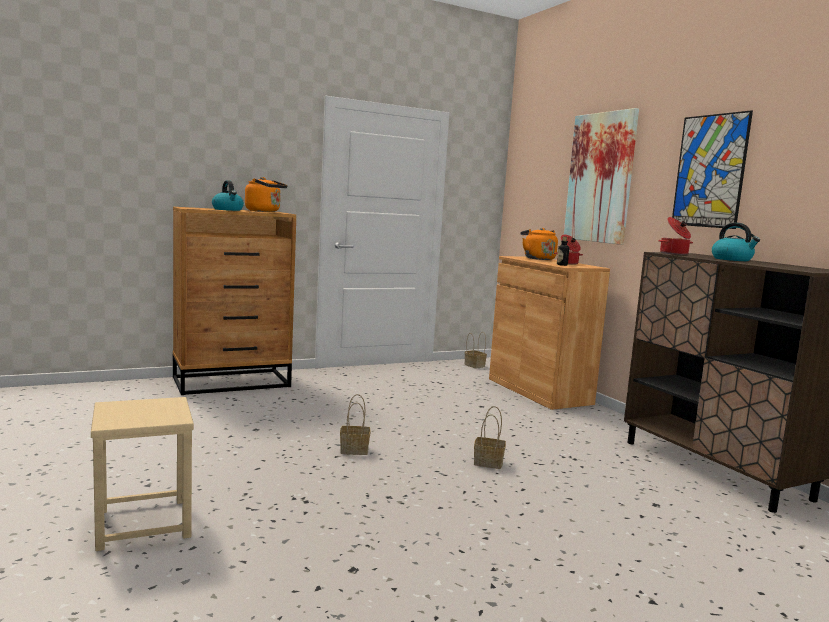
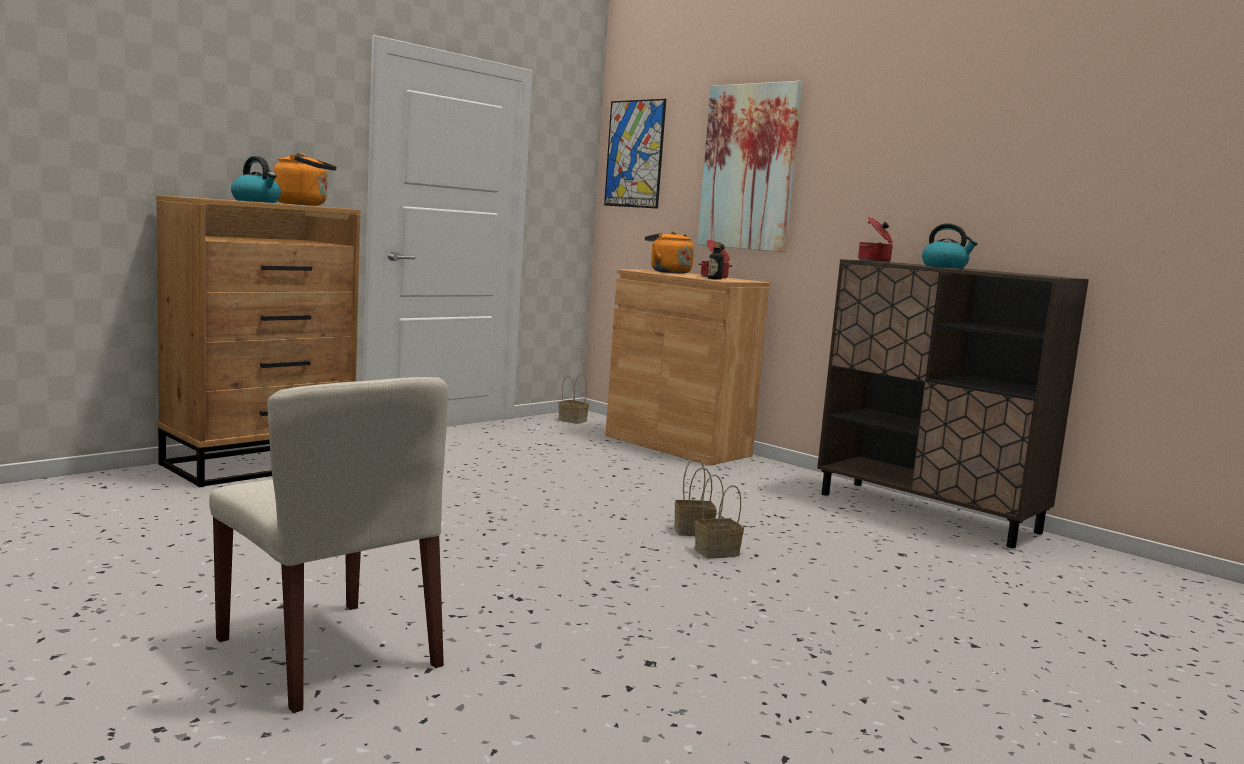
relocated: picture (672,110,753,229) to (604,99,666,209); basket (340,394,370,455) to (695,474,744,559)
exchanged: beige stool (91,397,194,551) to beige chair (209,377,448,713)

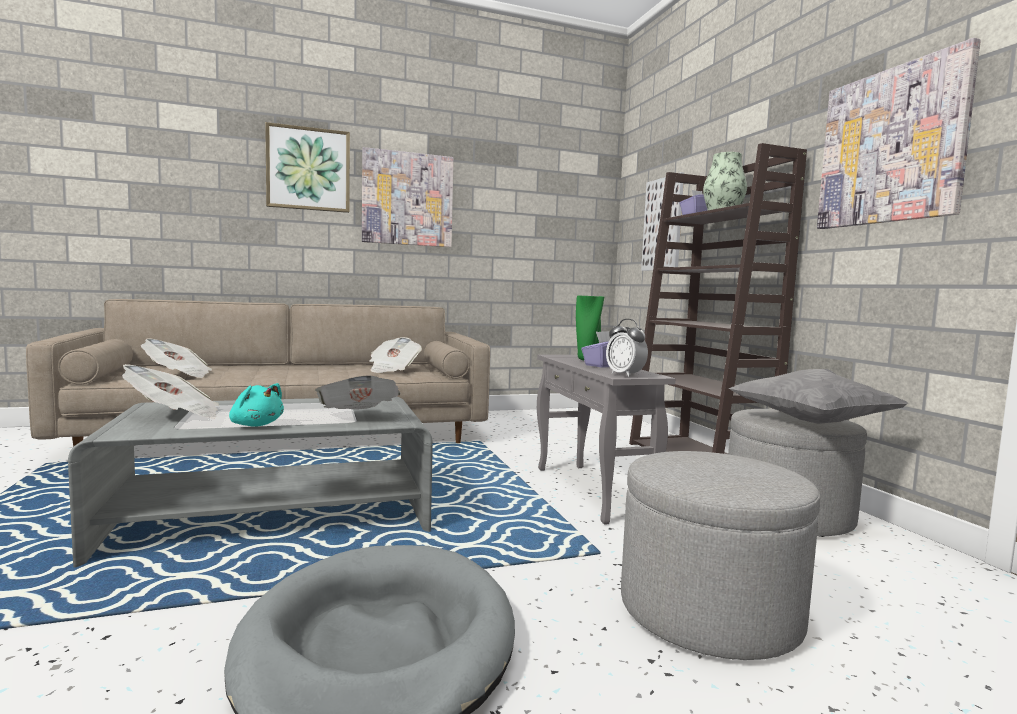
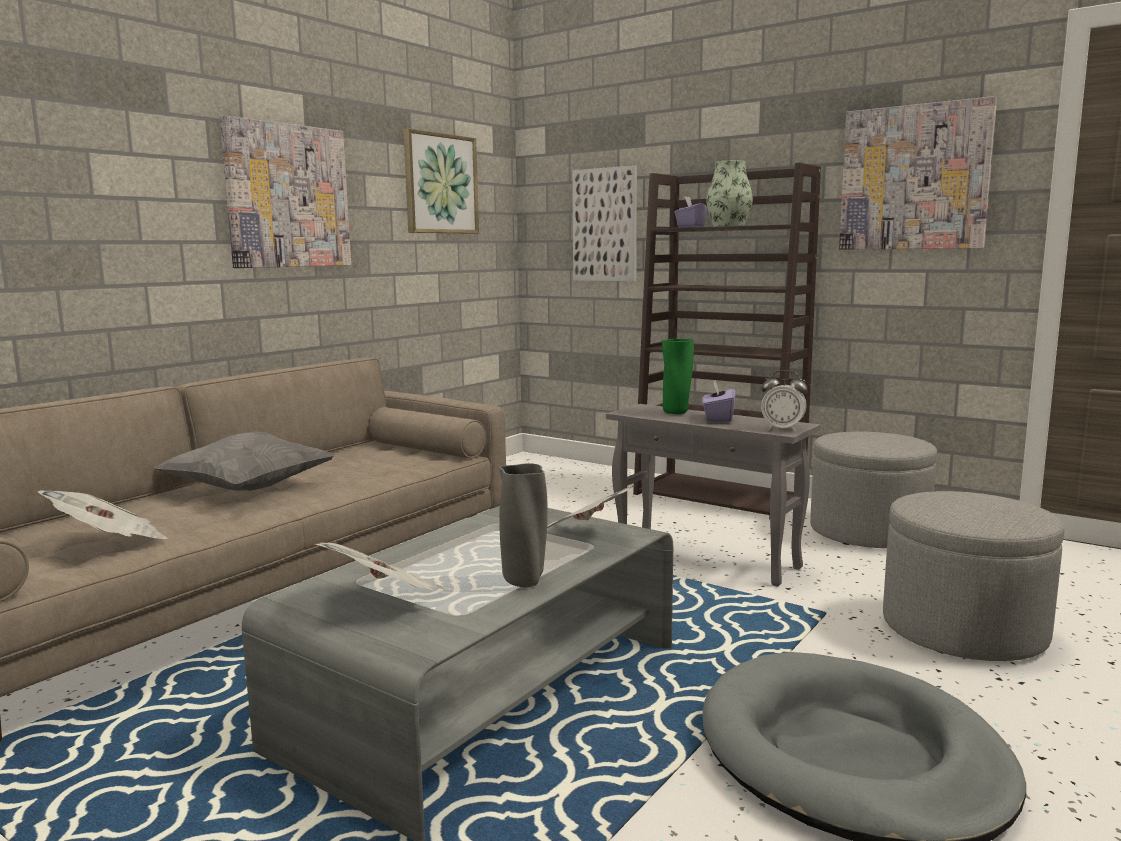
missing: newspaper (369,337,422,373)
relocated: picture (265,122,350,213) to (403,129,479,234); grey pillow (728,369,908,424) to (154,431,335,491)
exchanged: turquoise plush toy (229,383,284,427) to grey vase (499,463,548,587)

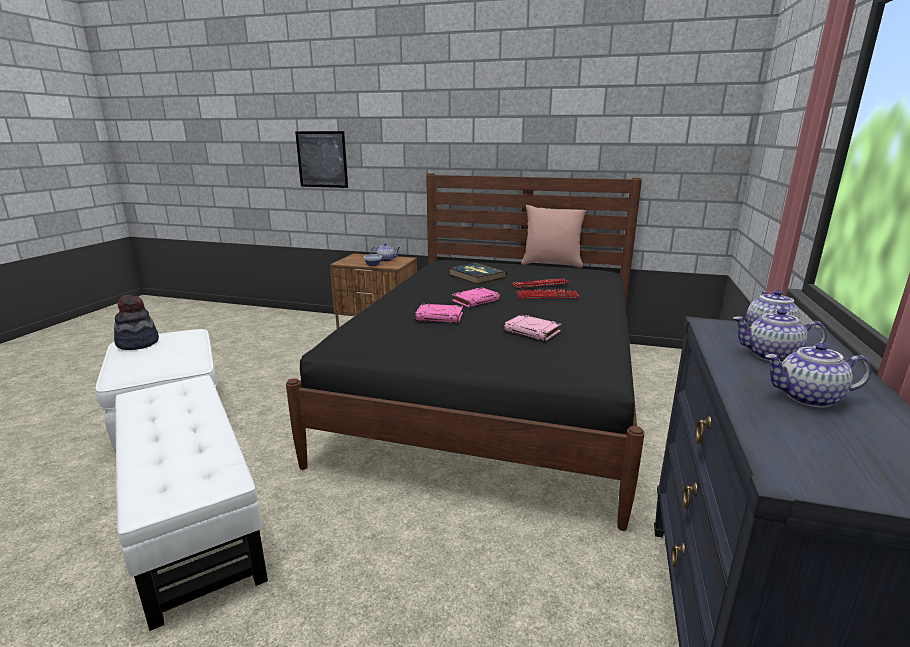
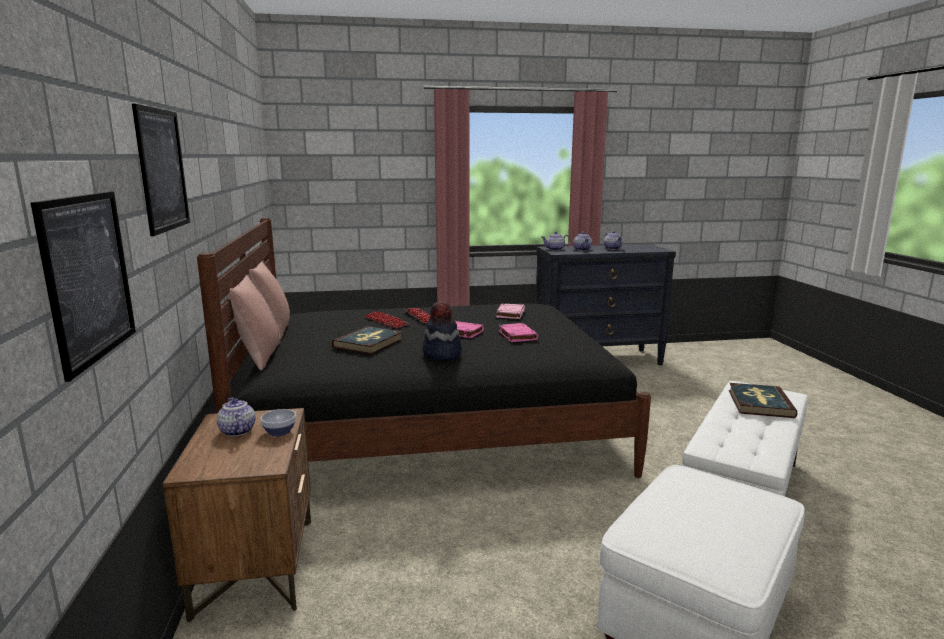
appeared: picture (132,103,190,236); pink pillow (227,275,280,371); book (729,383,797,418)
relocated: hat (114,294,159,350) to (423,301,462,360)

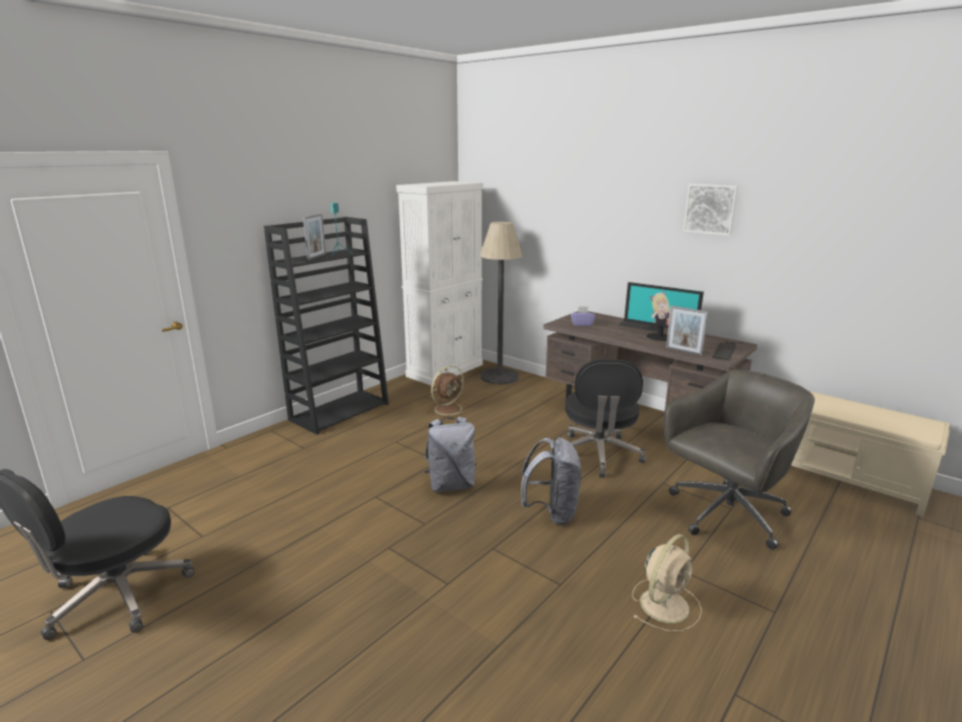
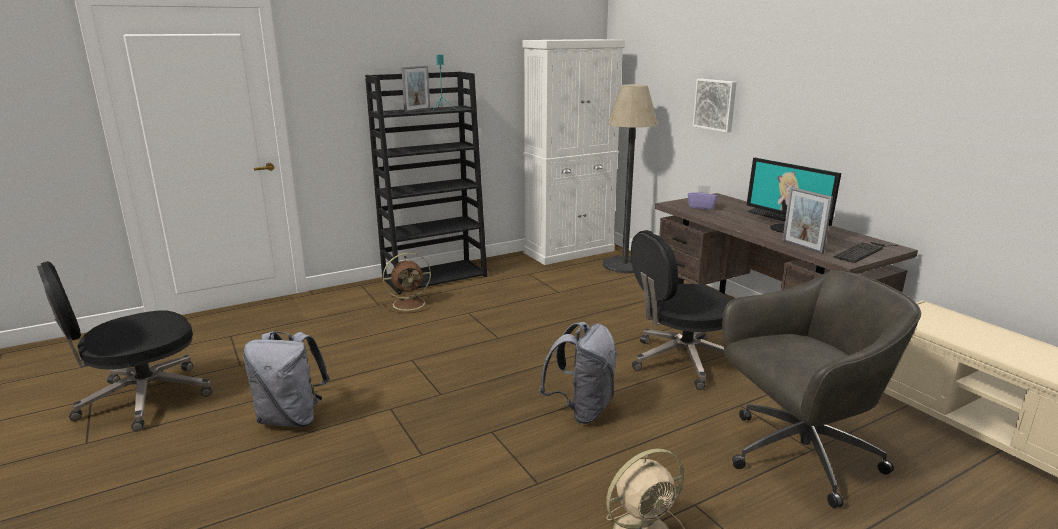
relocated: picture (683,184,739,236) to (693,79,737,133); brown fan (427,366,469,418) to (383,253,434,313); grey backpack (425,416,476,492) to (243,331,329,427)
spun: black office chair (565,359,646,478) = (631,230,733,390) 45 degrees clockwise

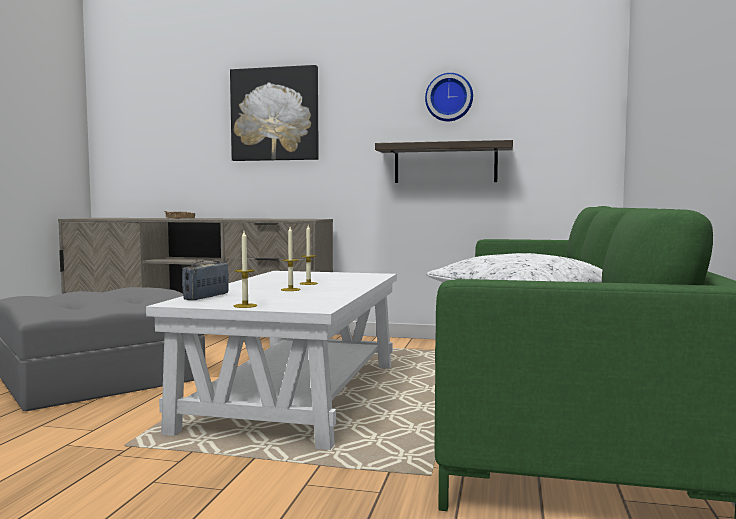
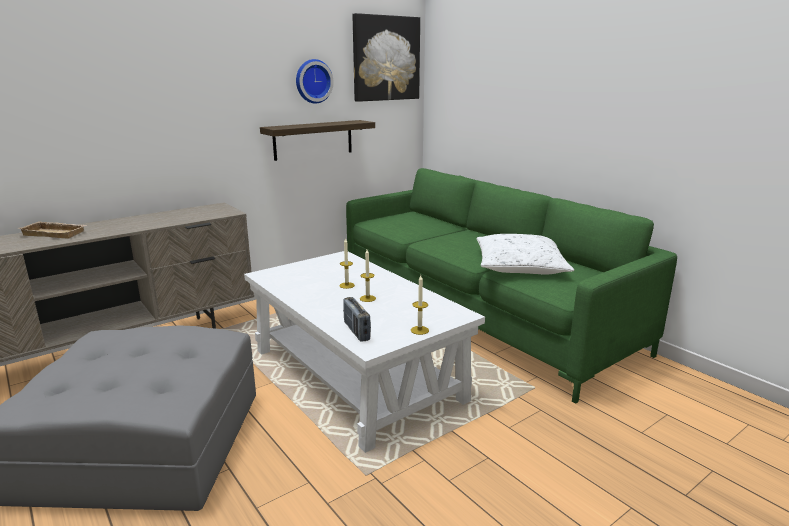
relocated: picture (230,65,319,161) to (353,13,420,102)

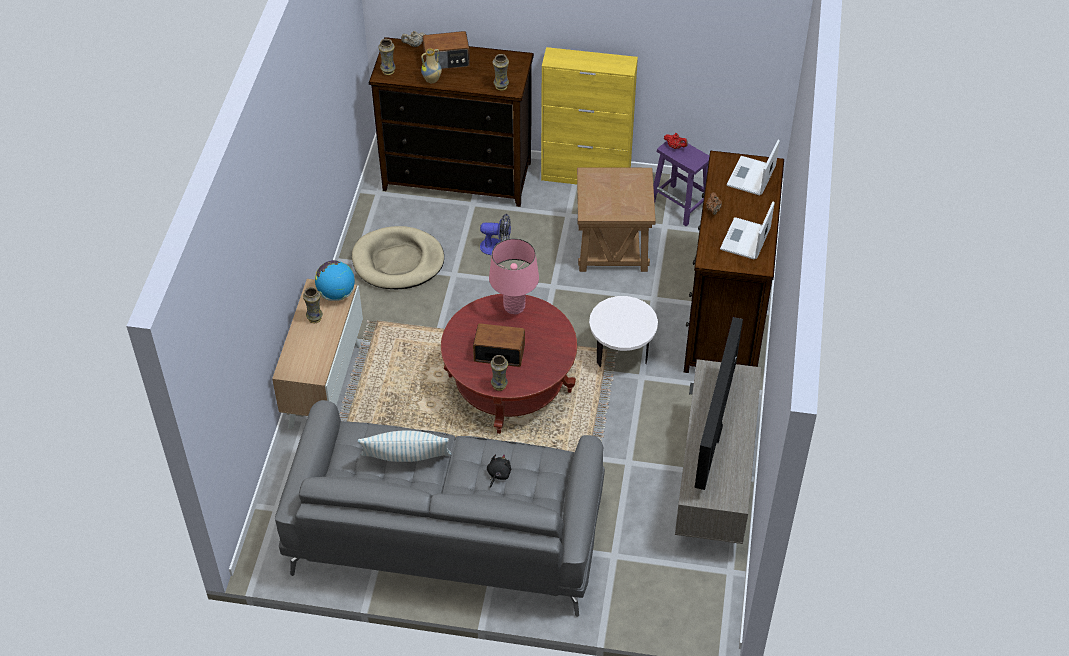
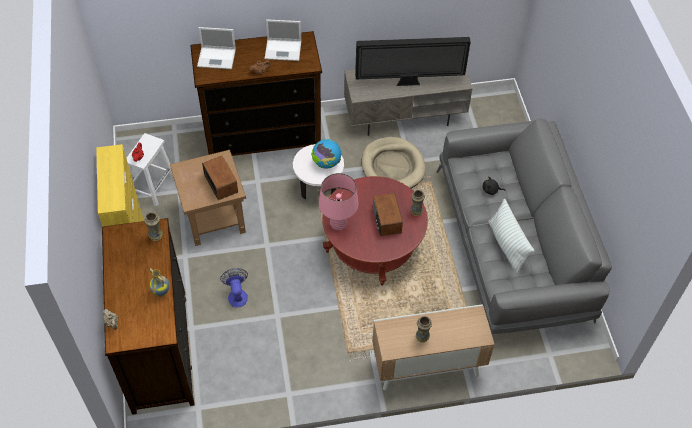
missing: vase (379,39,396,75)
relocated: radio (423,31,470,70) to (202,156,238,200); beige dog bed (352,226,444,289) to (362,137,426,189); globe (315,260,355,301) to (311,139,341,169)
colour: purple stool (653,141,709,226) to white stool (127,133,174,206)

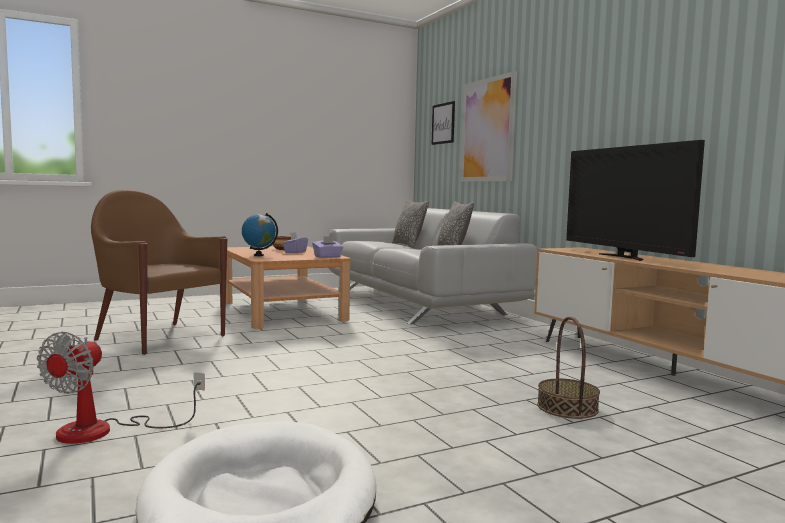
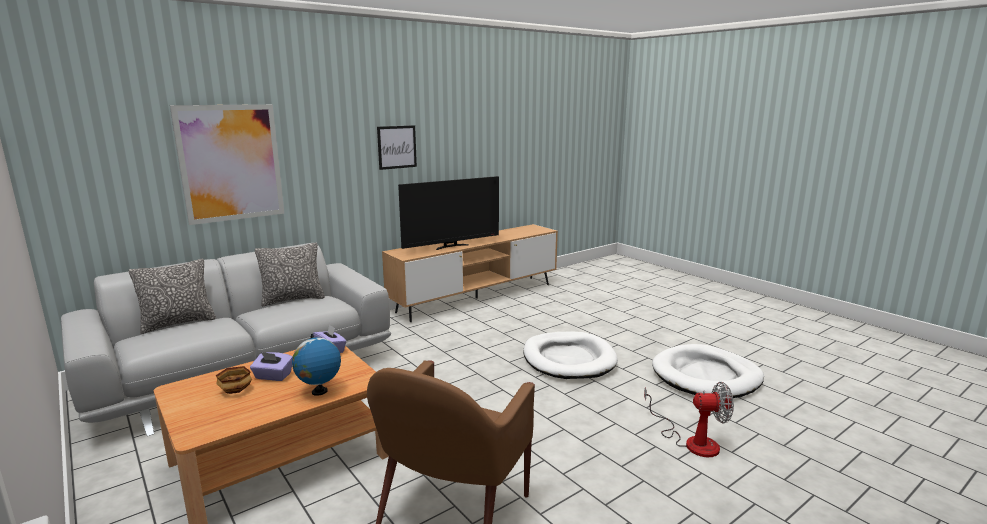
missing: basket (537,316,600,419)
appeared: white dog bed (523,332,618,379)
relocated: picture (431,101,455,145) to (377,125,417,170)

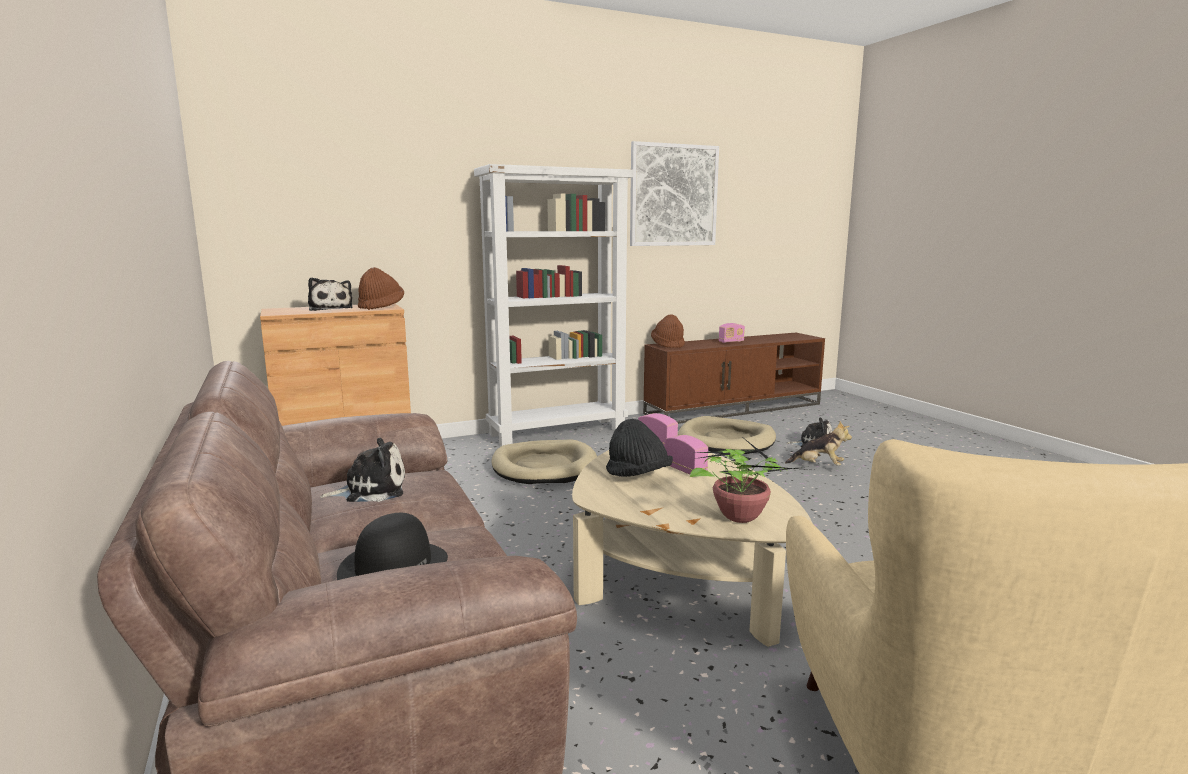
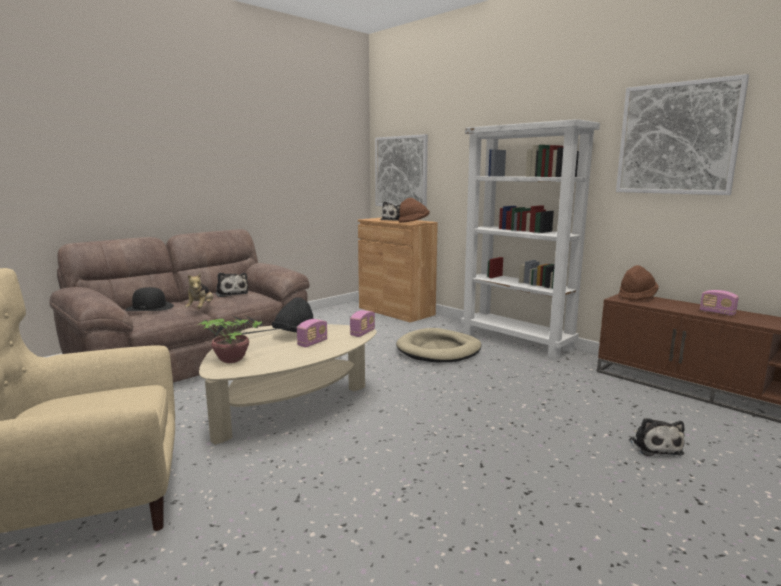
missing: beige dog bed (678,416,776,454)
appeared: picture (375,134,428,208)
relocated: plush toy (785,421,852,466) to (185,273,213,308)

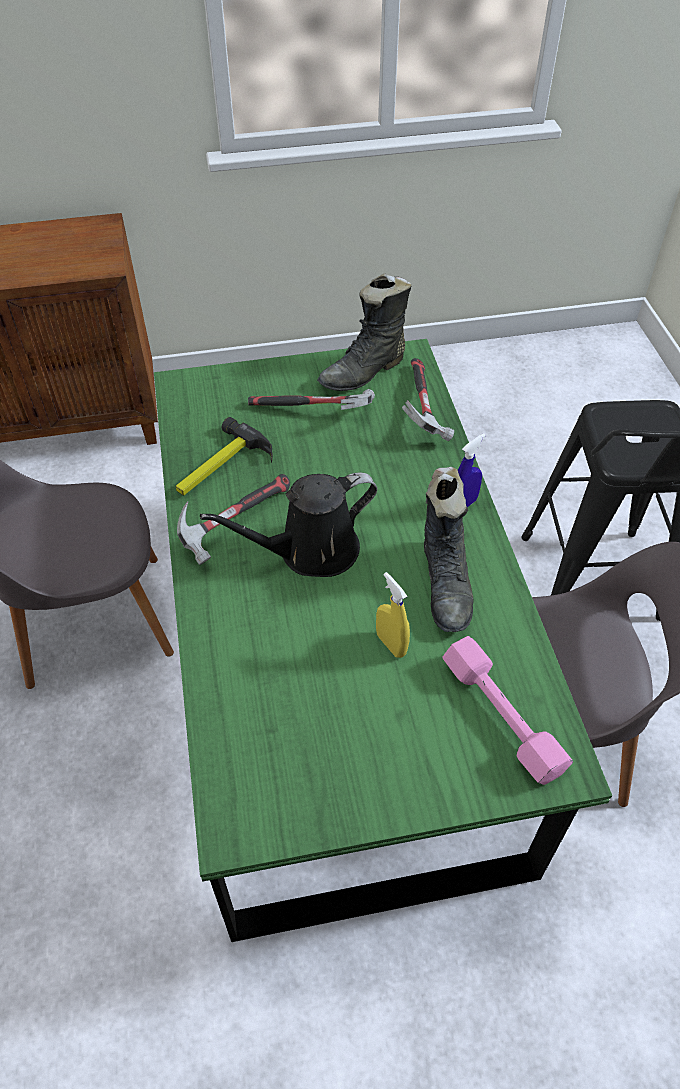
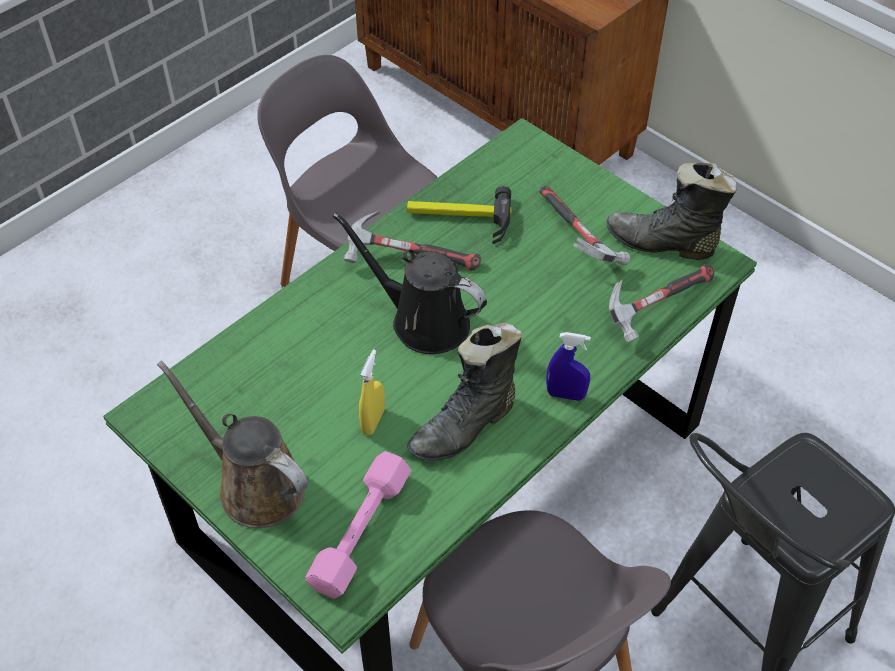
appeared: brown watering can (157,360,308,528)

